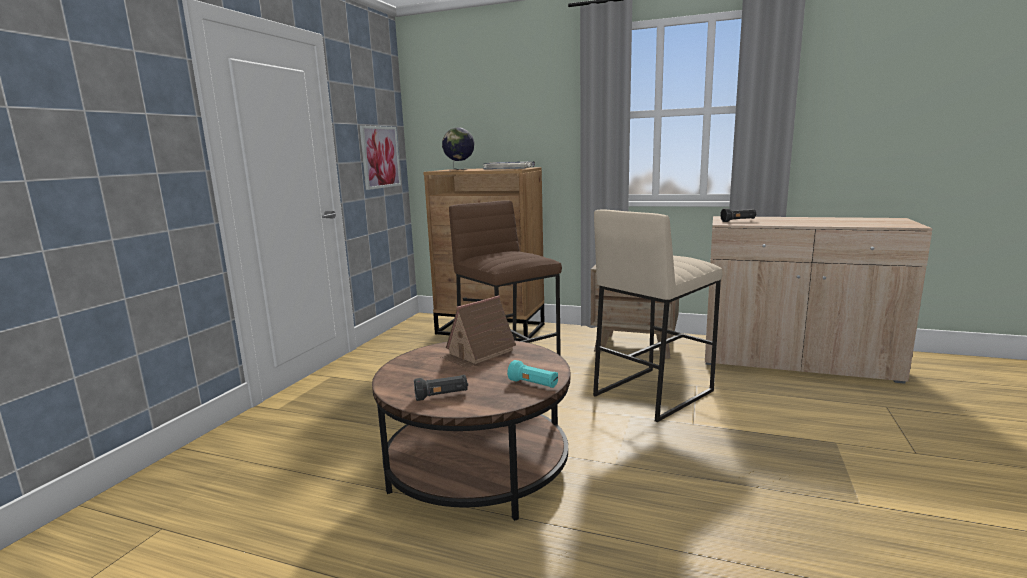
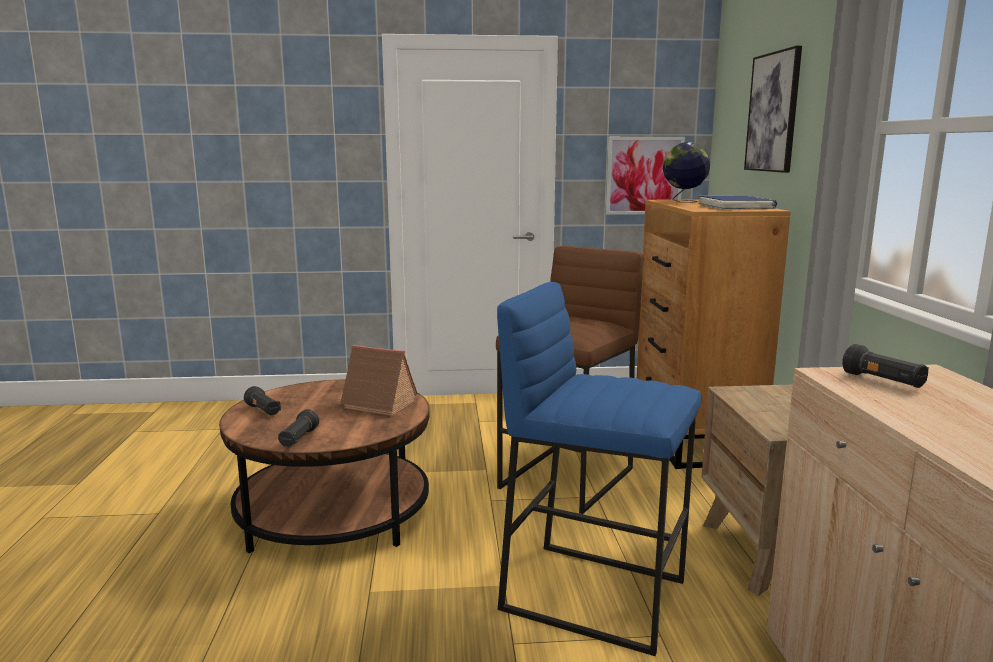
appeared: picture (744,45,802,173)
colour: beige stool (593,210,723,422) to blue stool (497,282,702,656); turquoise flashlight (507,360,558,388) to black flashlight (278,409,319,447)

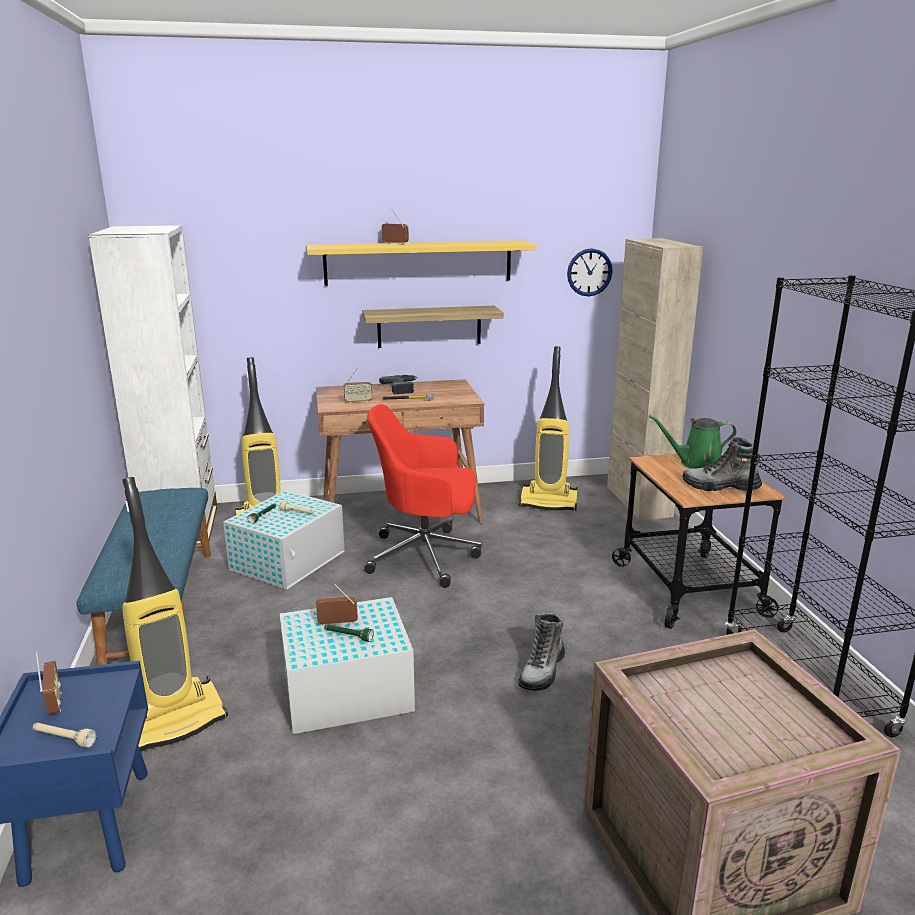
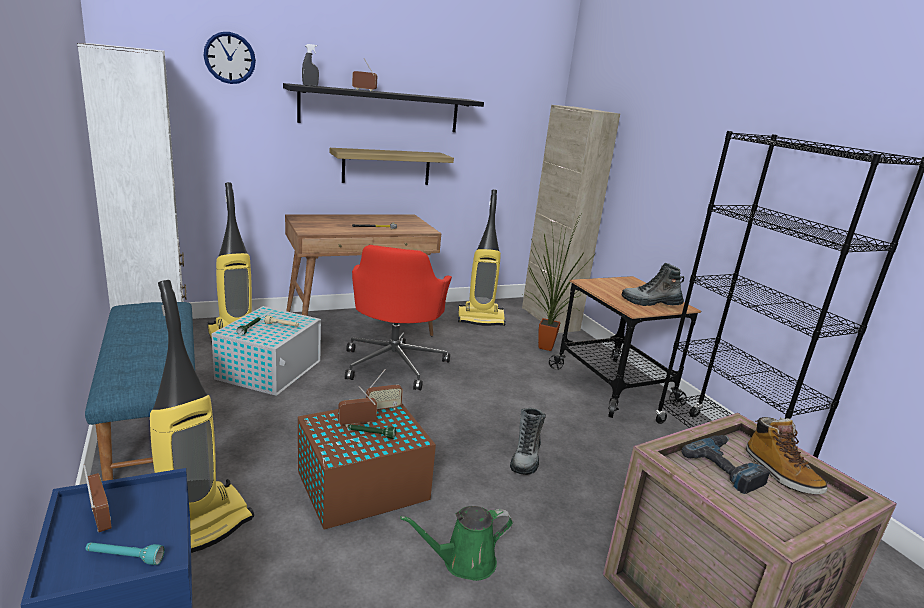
appeared: grey spray bottle (302,44,319,86); potted plant (523,216,591,351); boot (746,417,828,494)
relocated: wall clock (567,248,612,297) to (203,32,256,84); radio (343,368,373,404) to (366,369,403,410); power drill (379,375,418,394) to (682,435,771,494); green watering can (649,415,737,469) to (400,506,513,581)
colour: yellow shelf (307,241,536,286) to black shelf (283,83,484,132); white storage box (280,597,415,734) to brown storage box (298,404,436,529); beige flashlight (33,723,97,748) to turquoise flashlight (86,542,165,565)
spun: red office chair (365,404,482,588) = (345,245,452,390) 75 degrees counterclockwise

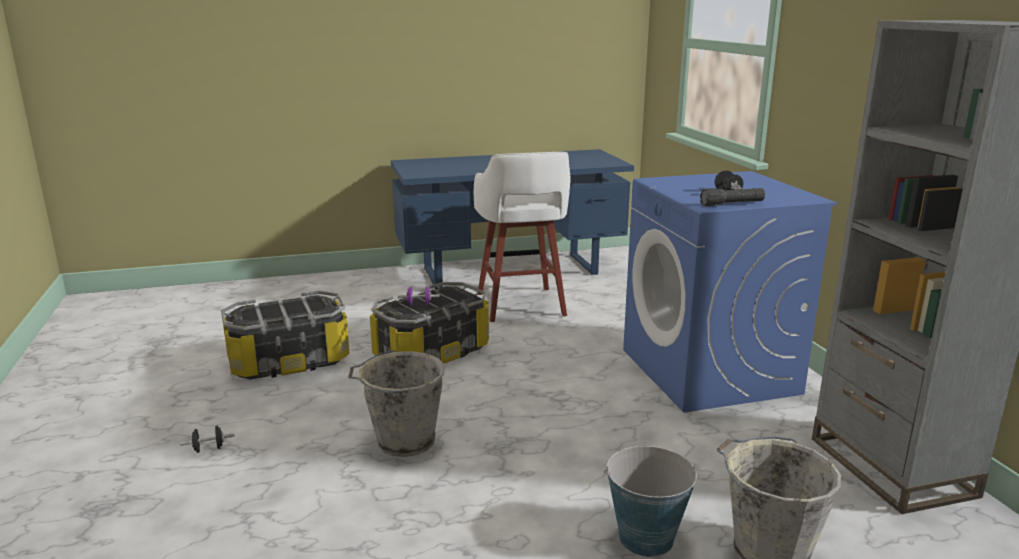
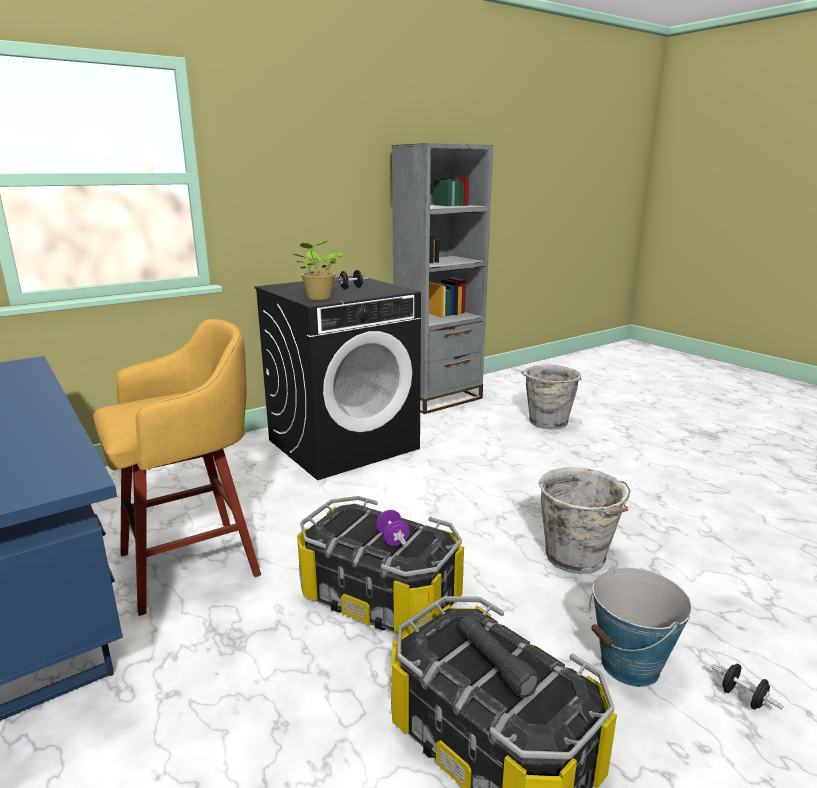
appeared: potted plant (294,241,343,300)
relocated: black flashlight (700,188,765,206) to (459,615,540,698); bucket (604,446,697,557) to (589,566,692,687)
colour: white stool (474,152,570,322) to yellow stool (93,319,261,616); blue washing machine (623,171,837,412) to black washing machine (255,276,421,480)

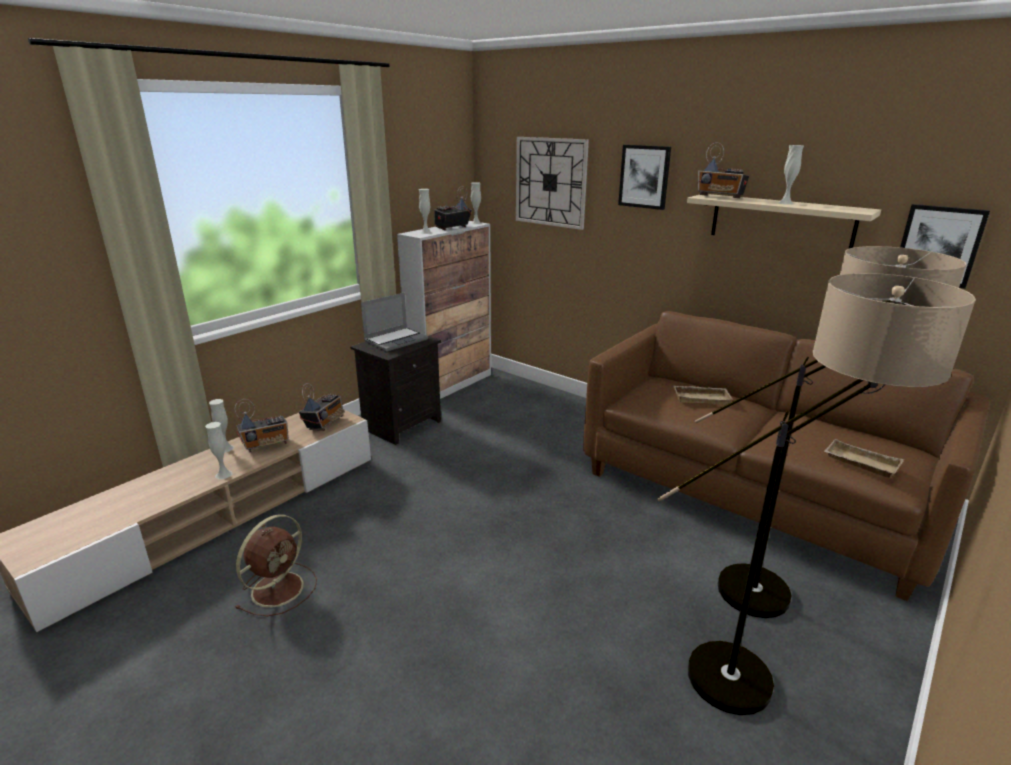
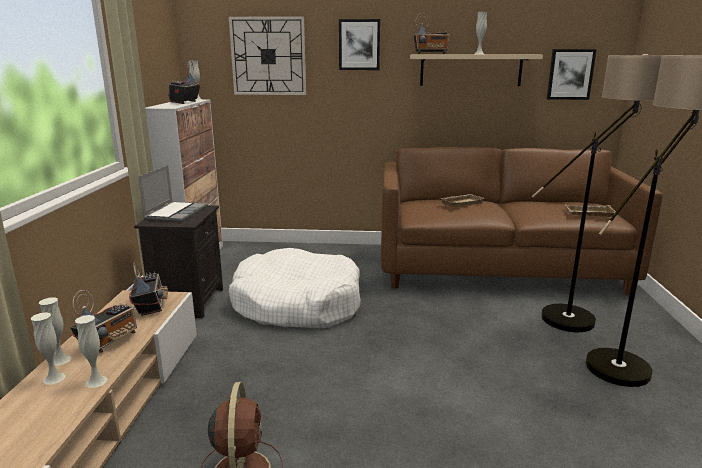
appeared: white dog bed (229,248,360,328)
relocated: white vase (419,189,432,234) to (31,312,66,384)

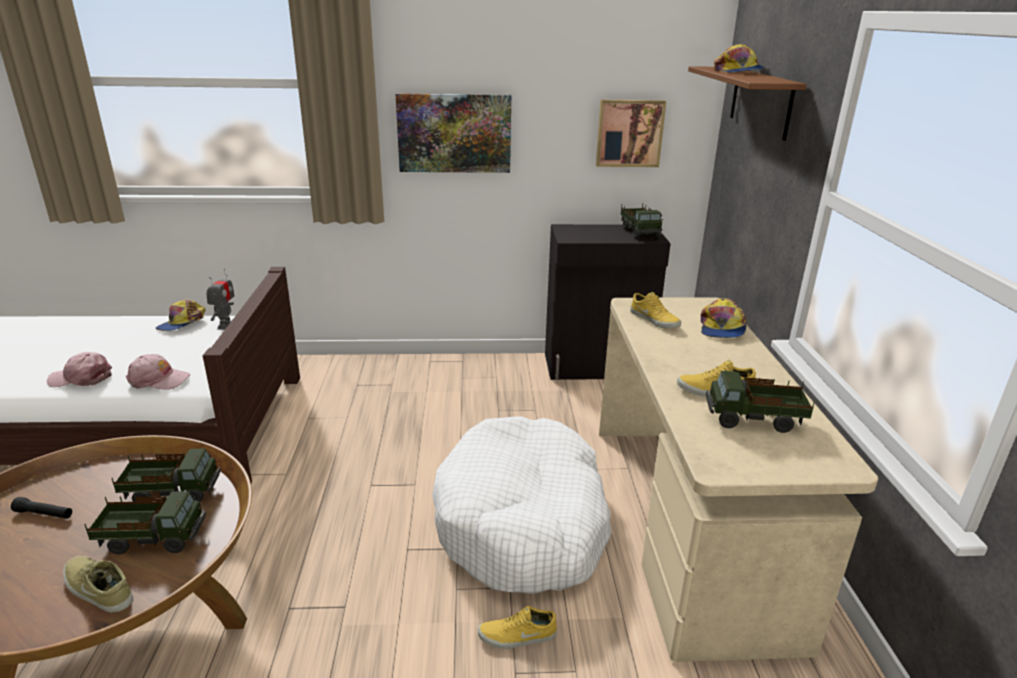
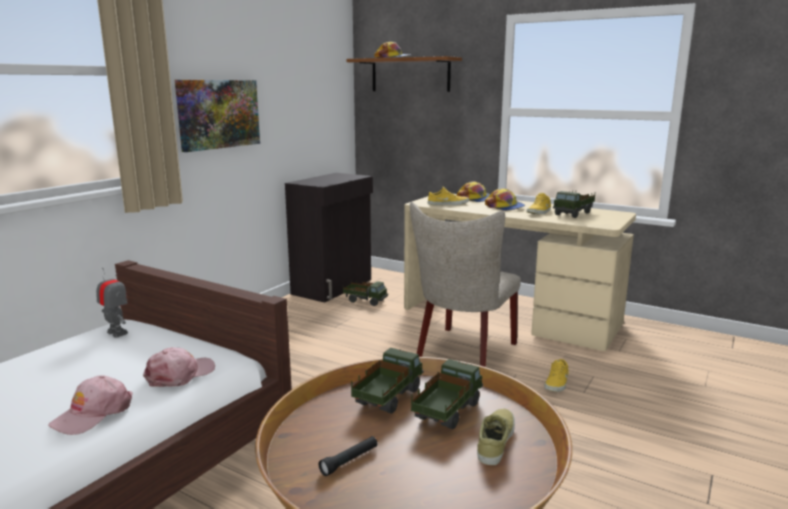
missing: picture (596,100,666,167)
relocated: toy truck (621,204,663,238) to (343,281,388,306); cap (156,299,205,331) to (485,188,525,211)
exchanged: white dog bed (432,416,612,594) to beige chair (410,202,521,367)
spun: beige shoe (63,556,133,613) = (477,409,515,465) 135 degrees clockwise

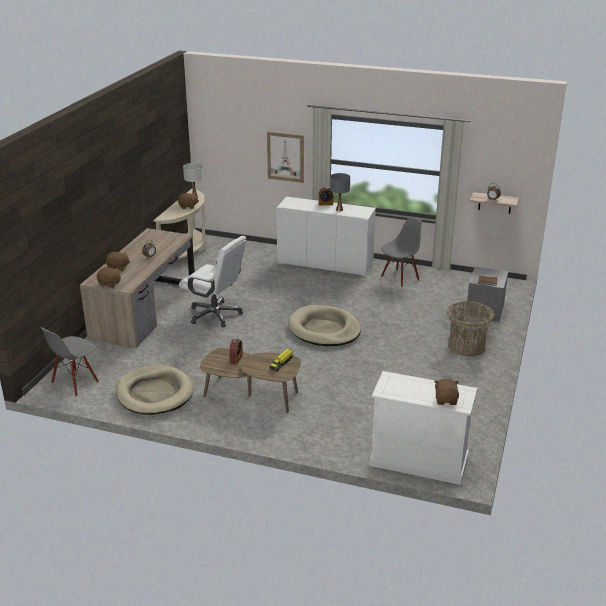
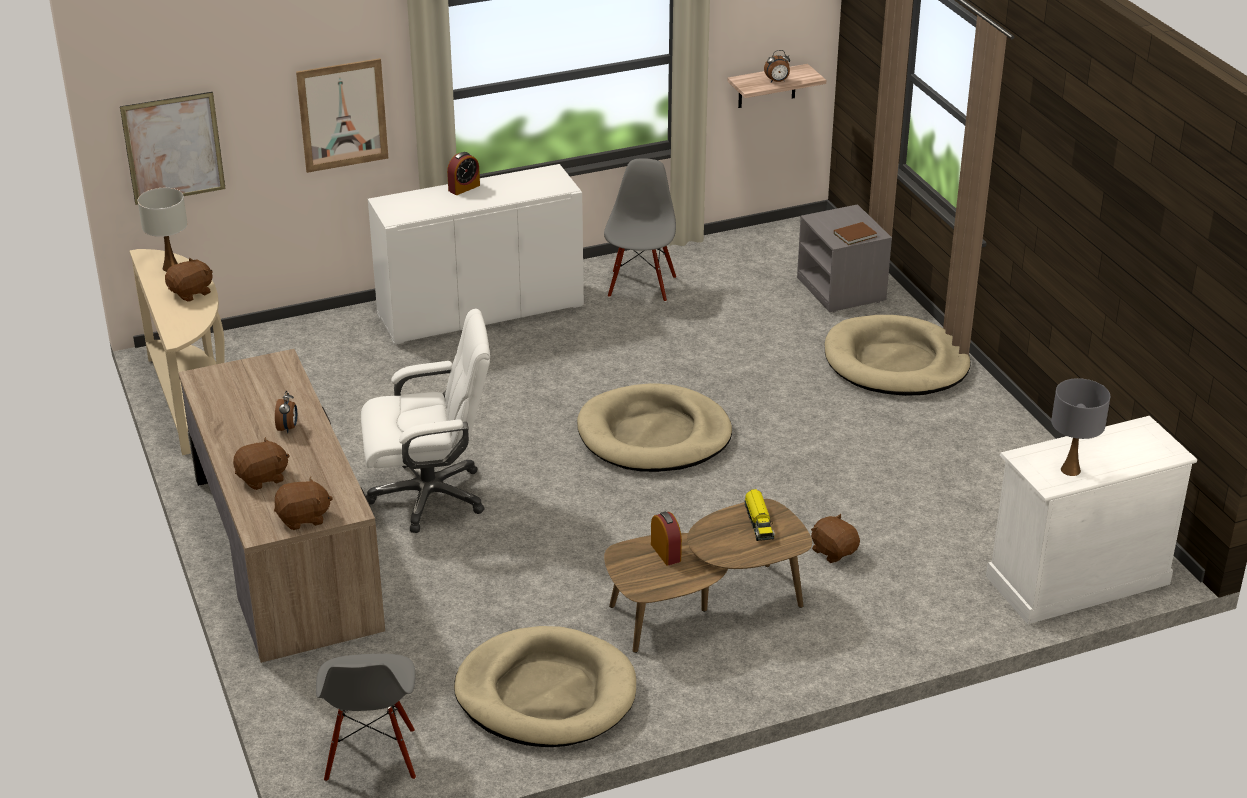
appeared: picture (120,92,226,205)
relocated: grey table lamp (330,173,350,211) to (1051,378,1110,476); brown plush toy (434,379,459,405) to (811,514,860,563)
exchanged: basket (447,301,494,356) to beige dog bed (825,315,971,396)

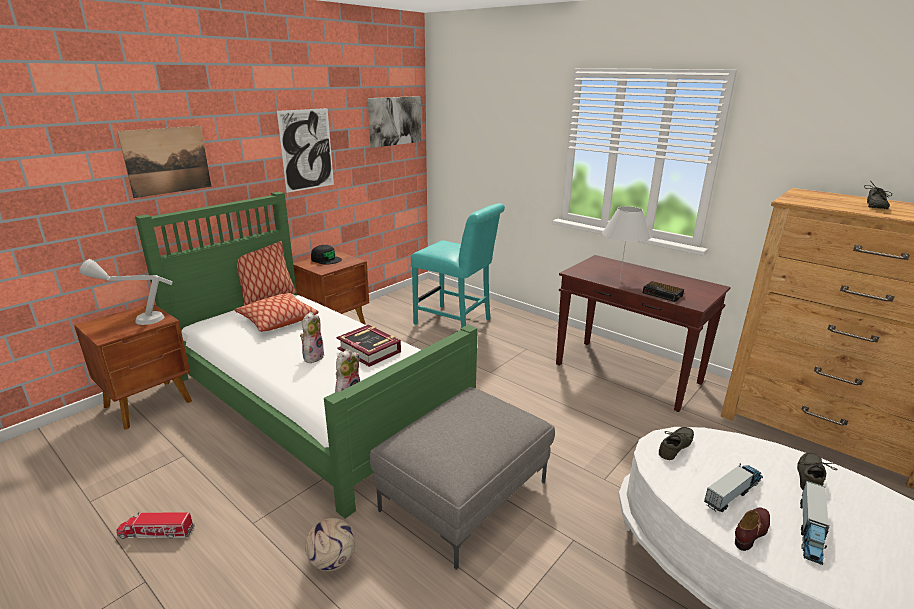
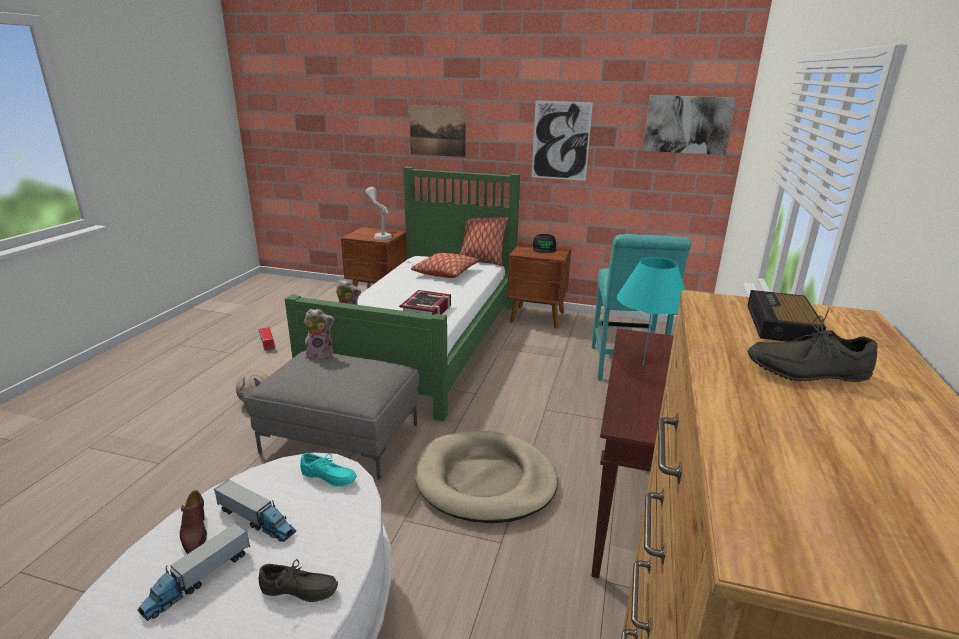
appeared: beige dog bed (415,431,558,523)
relocated: alarm clock (643,281,684,302) to (747,290,826,342); plush toy (300,312,324,363) to (304,309,334,360)
colour: white table lamp (602,206,651,278) to turquoise table lamp (617,257,685,366); grey shoe (659,427,694,460) to turquoise shoe (300,453,357,487)
spun: toy truck (800,481,830,565) = (138,522,250,621) 60 degrees counterclockwise; brown shoe (735,507,770,551) = (180,490,207,554) 45 degrees clockwise

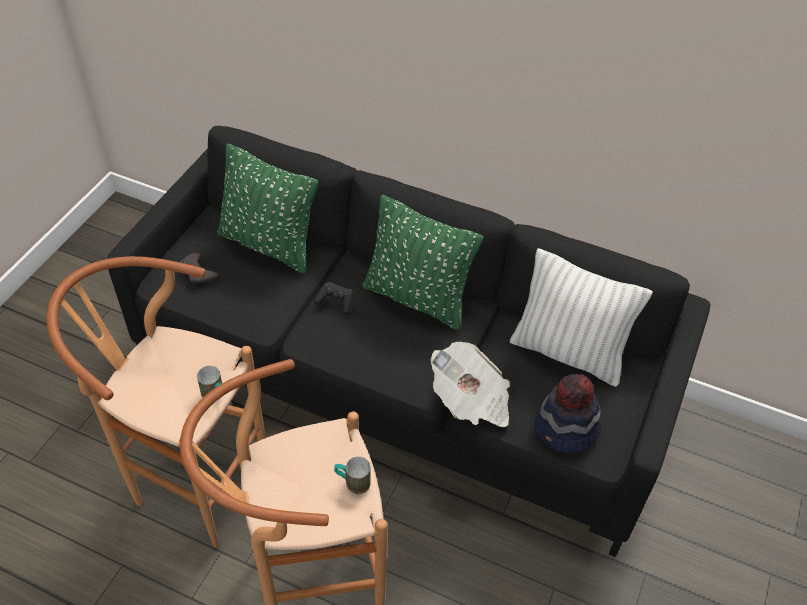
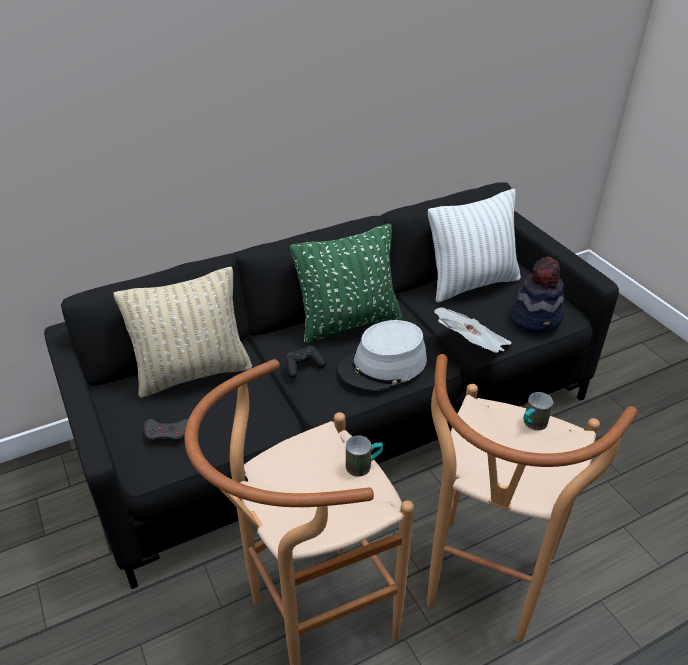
appeared: grey hat (338,320,427,391)
colour: green pillow (217,143,318,274) to beige pillow (114,267,252,398)

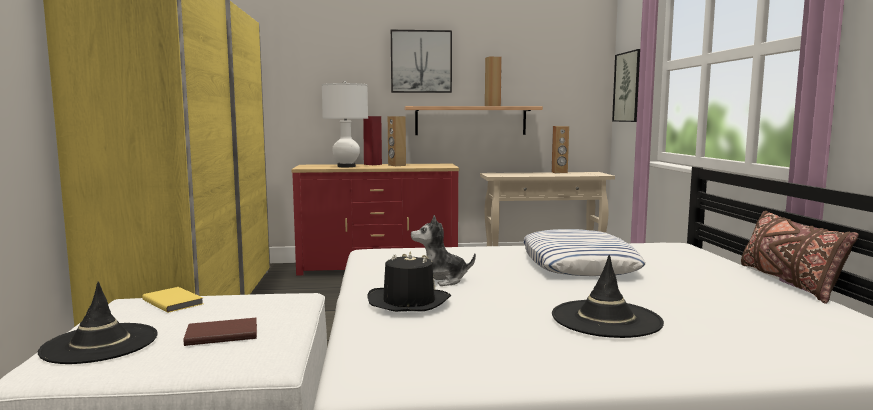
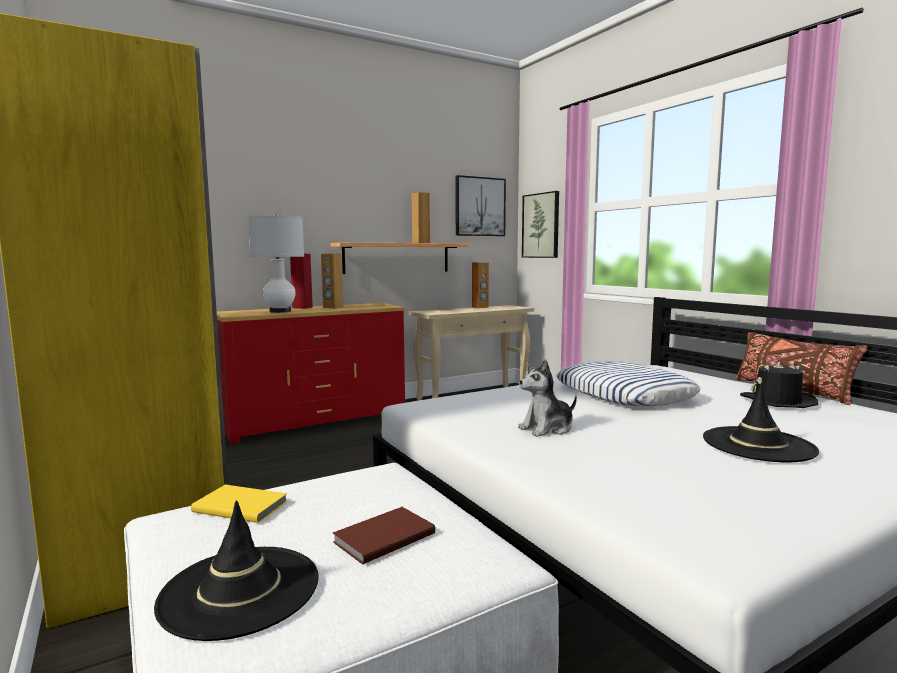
relocated: picture (391,30,452,93) to (456,175,506,236); black hat (367,251,451,312) to (740,361,818,408)

